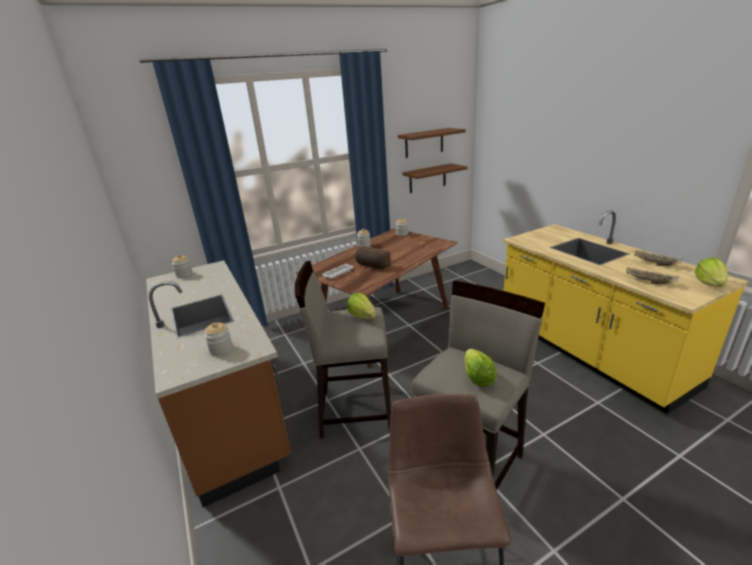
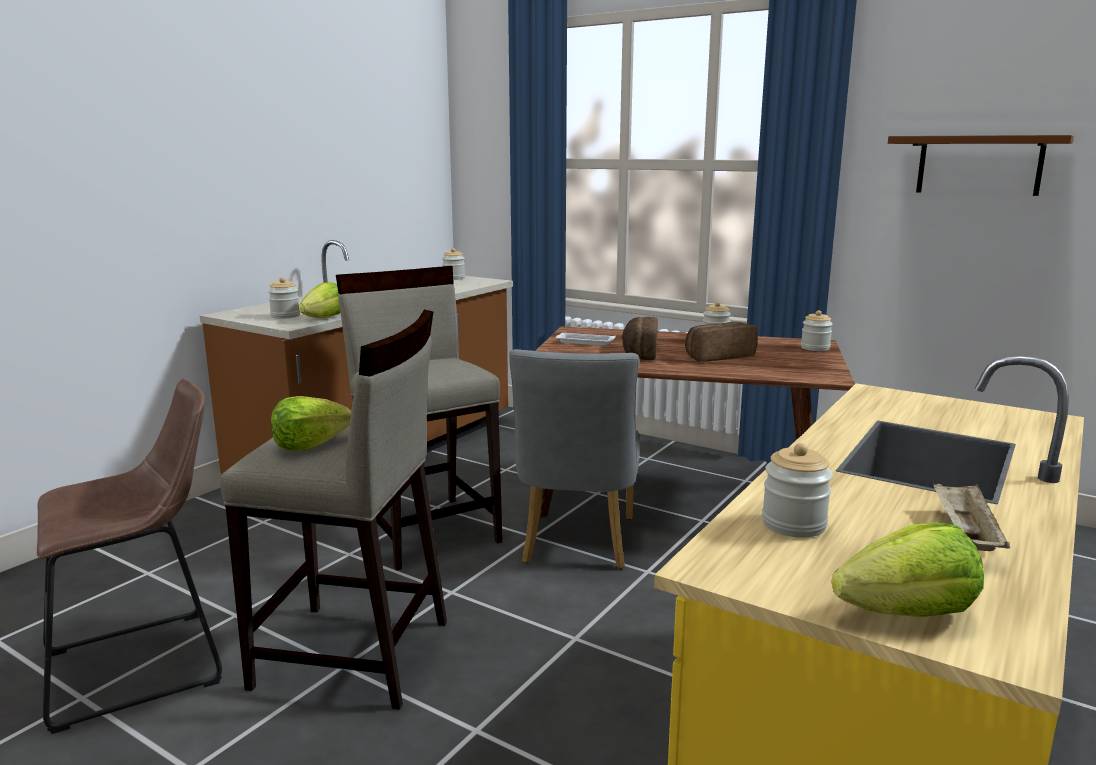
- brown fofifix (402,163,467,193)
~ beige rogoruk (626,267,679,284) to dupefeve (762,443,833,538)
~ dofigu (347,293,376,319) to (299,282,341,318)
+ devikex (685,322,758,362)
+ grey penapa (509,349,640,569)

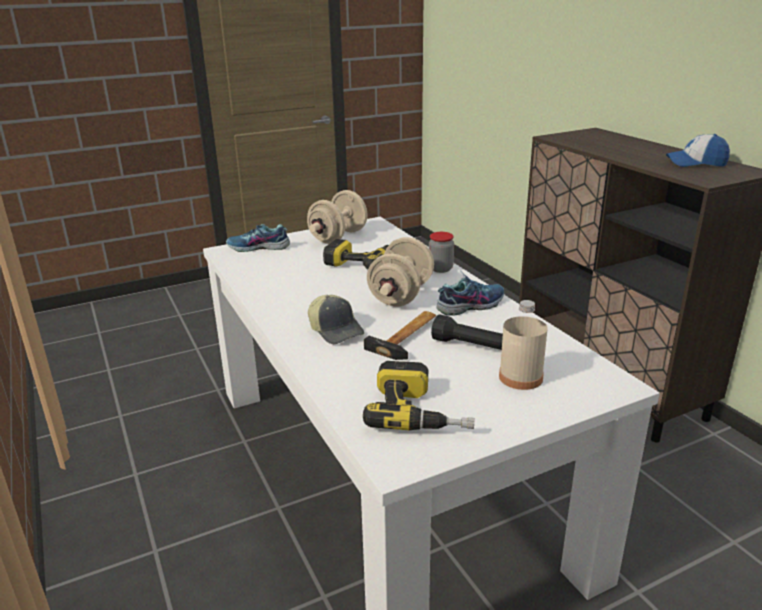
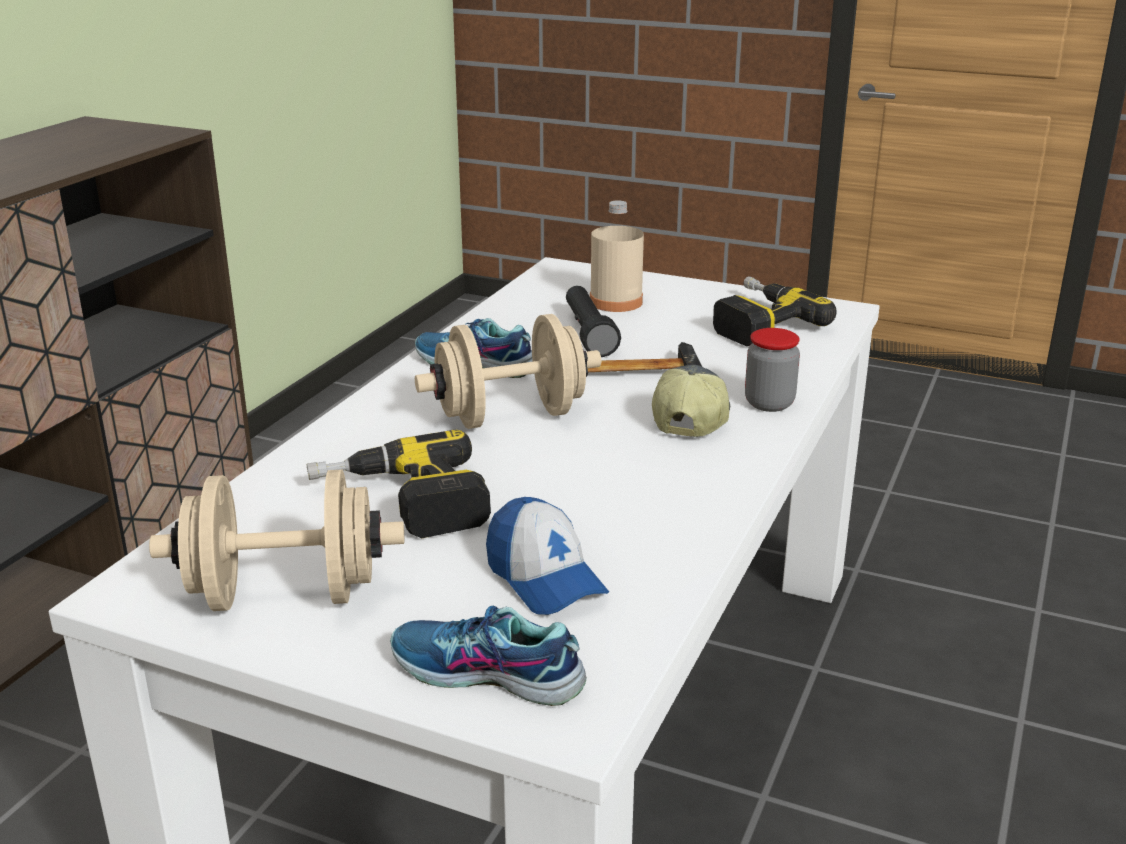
~ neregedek (666,134,730,167) to (486,497,609,615)
~ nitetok (226,224,290,252) = (390,606,586,706) 150 degrees clockwise
~ dupefeve (429,232,454,273) to (745,328,800,412)

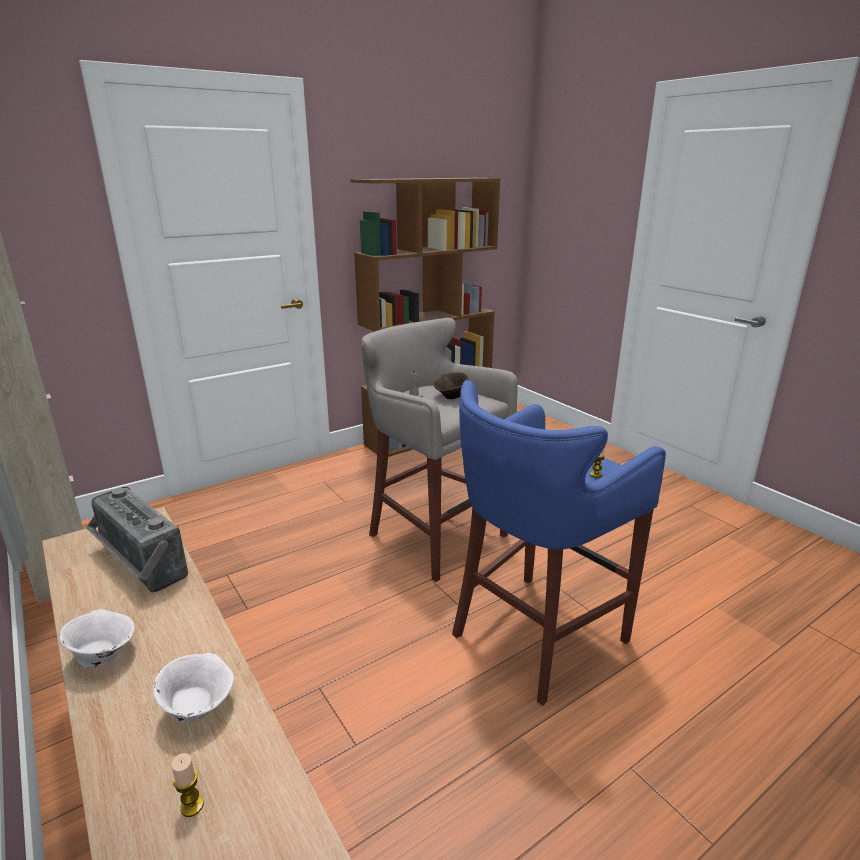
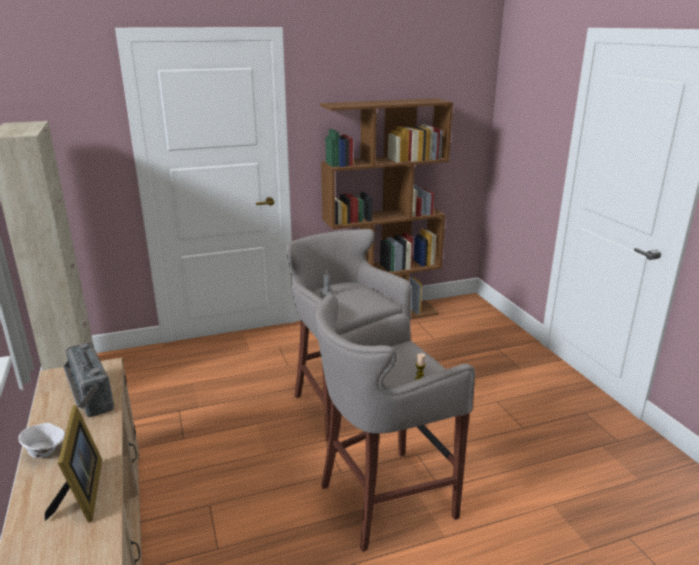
- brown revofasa (434,372,469,399)
~ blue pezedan (452,380,666,706) to grey pezedan (316,293,475,552)
~ white revofasa (153,653,234,723) to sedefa (45,405,102,523)
- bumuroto (171,753,204,817)

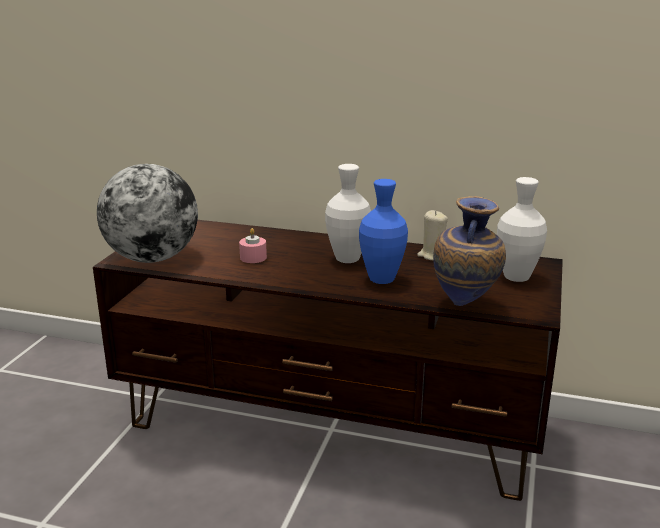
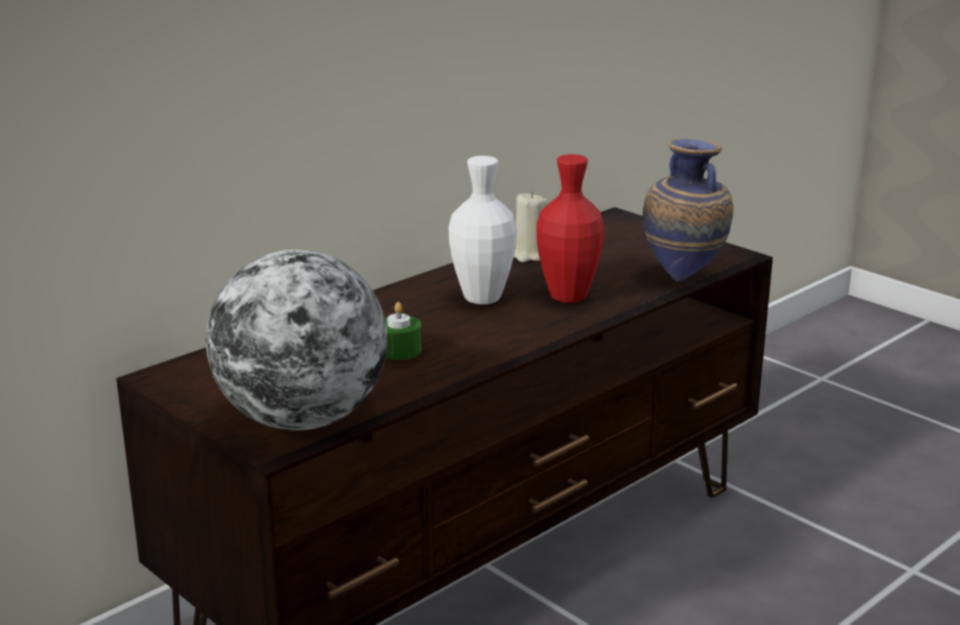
- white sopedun (497,177,547,282)
~ blue sopedun (359,179,408,284) to red sopedun (536,154,605,303)
~ pink bumuroto (239,228,267,263) to green bumuroto (385,302,421,360)

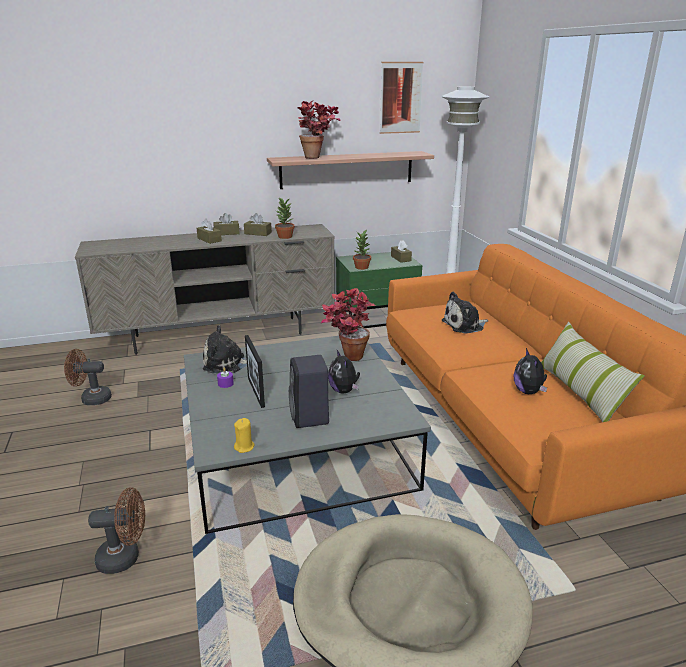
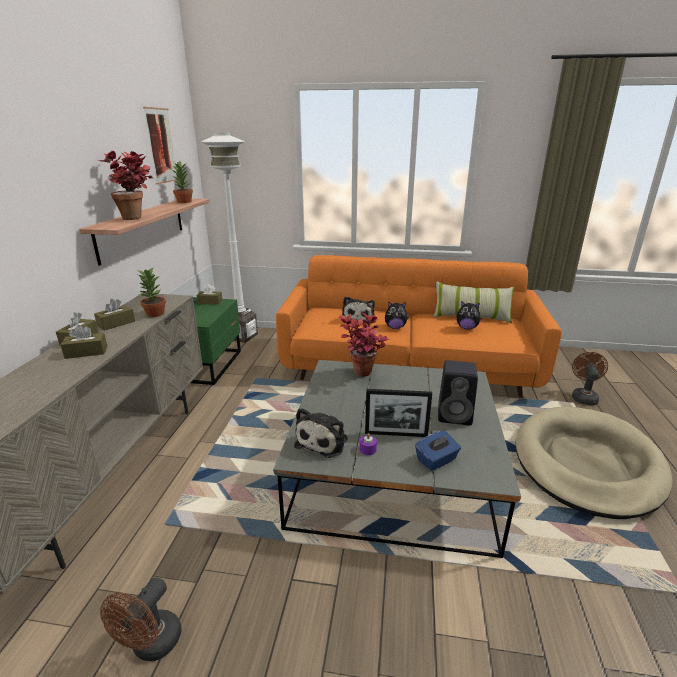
~ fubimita (353,230,371,270) to (172,161,193,203)
~ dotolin (328,350,360,394) to (385,301,409,329)
- yellow bumuroto (234,418,255,453)
~ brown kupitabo (88,487,145,574) to (572,352,608,405)
+ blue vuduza (415,431,461,471)

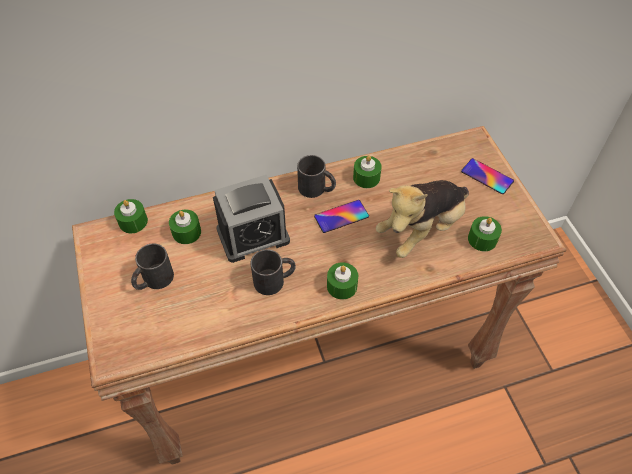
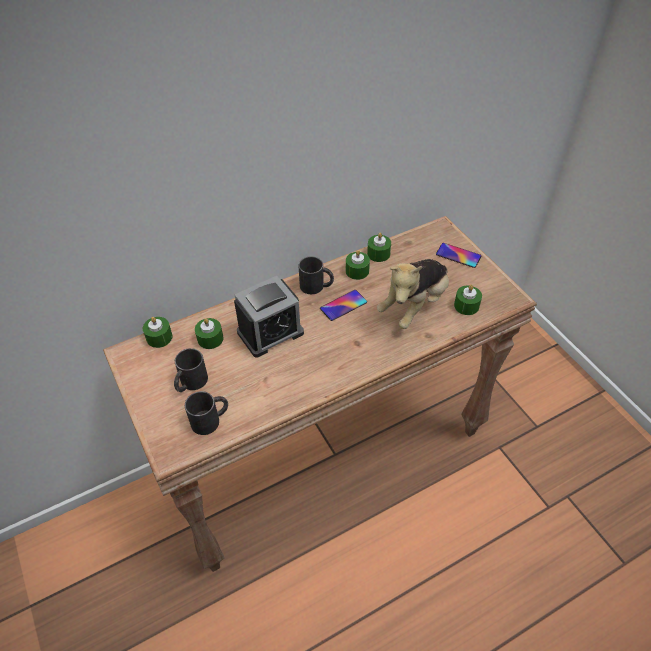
~ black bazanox (250,249,296,295) to (185,391,228,435)
~ green bumuroto (327,262,358,300) to (367,233,391,262)

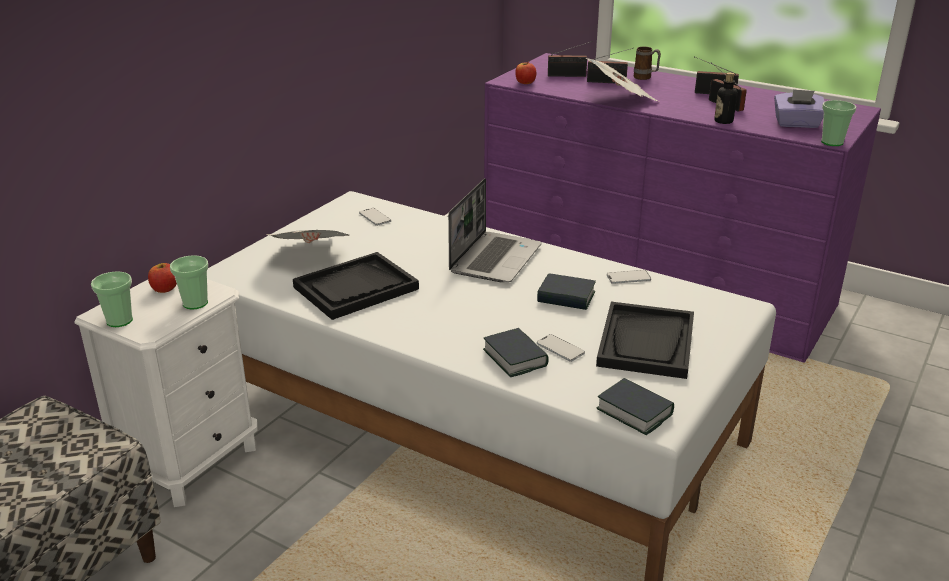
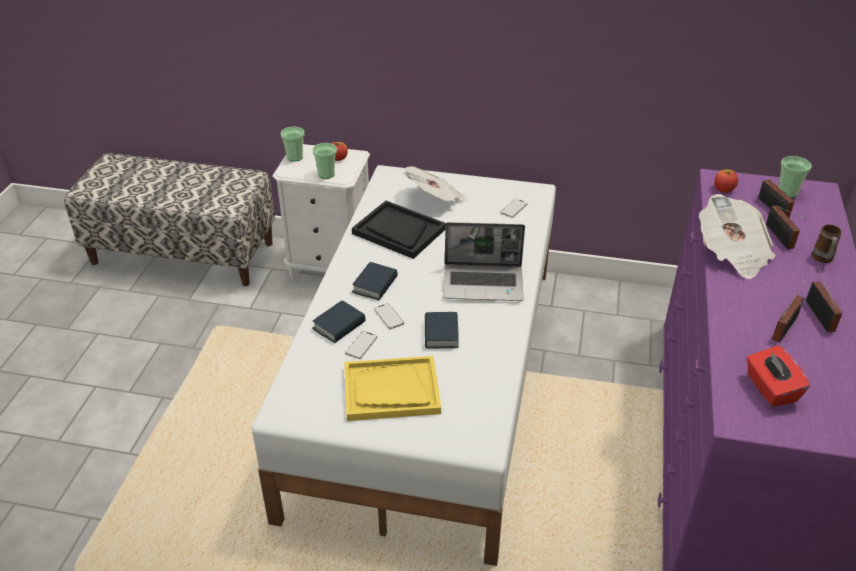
- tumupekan (714,72,737,124)
~ purple vuduza (774,89,825,128) to red vuduza (747,345,810,407)
~ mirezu (821,100,856,146) to (778,156,812,198)
~ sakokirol (607,270,651,284) to (374,303,404,329)
~ black rogoruk (596,302,694,379) to yellow rogoruk (344,356,441,421)
~ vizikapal (597,378,674,435) to (352,262,398,300)

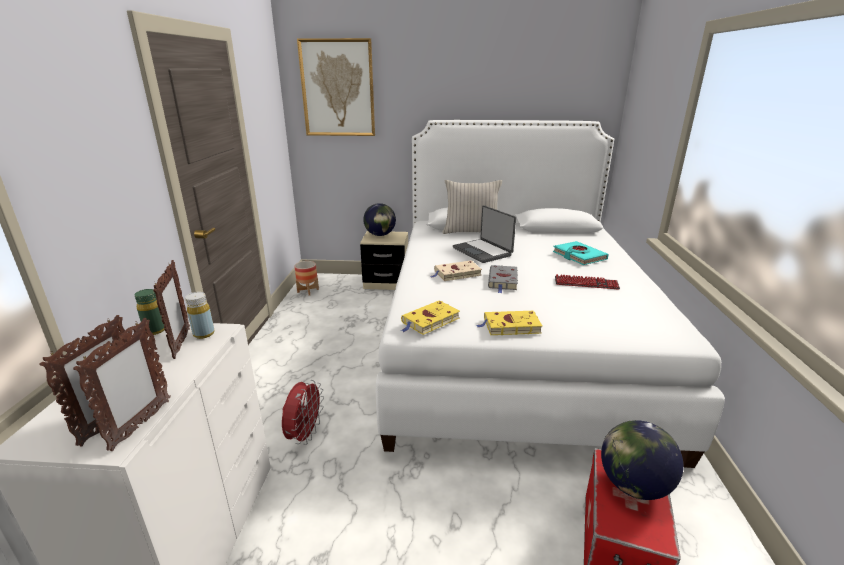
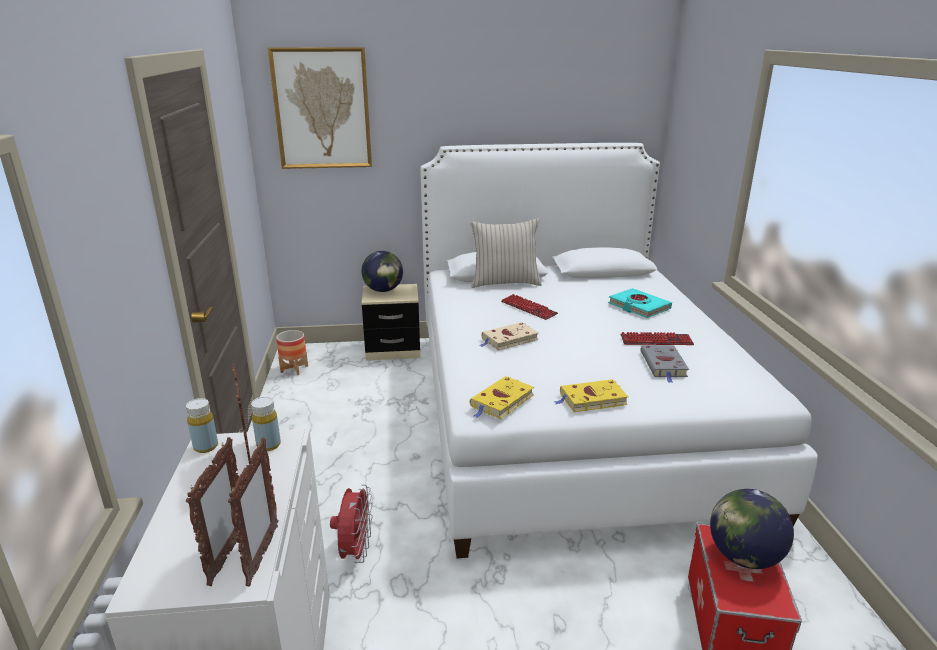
~ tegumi (453,205,516,263) to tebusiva (501,294,558,320)
~ grey vizikapal (488,265,518,293) to (640,345,689,383)
~ green tumupekan (135,289,164,335) to yellow tumupekan (186,398,218,453)

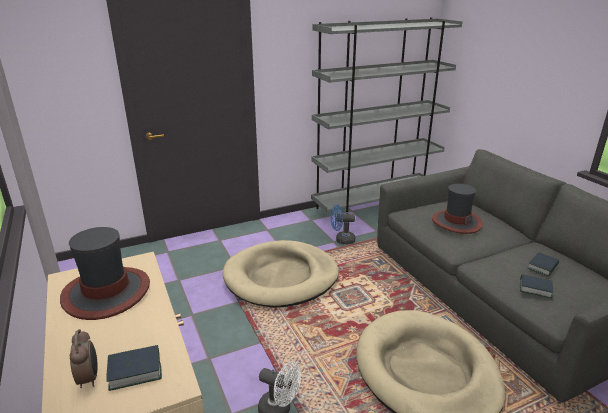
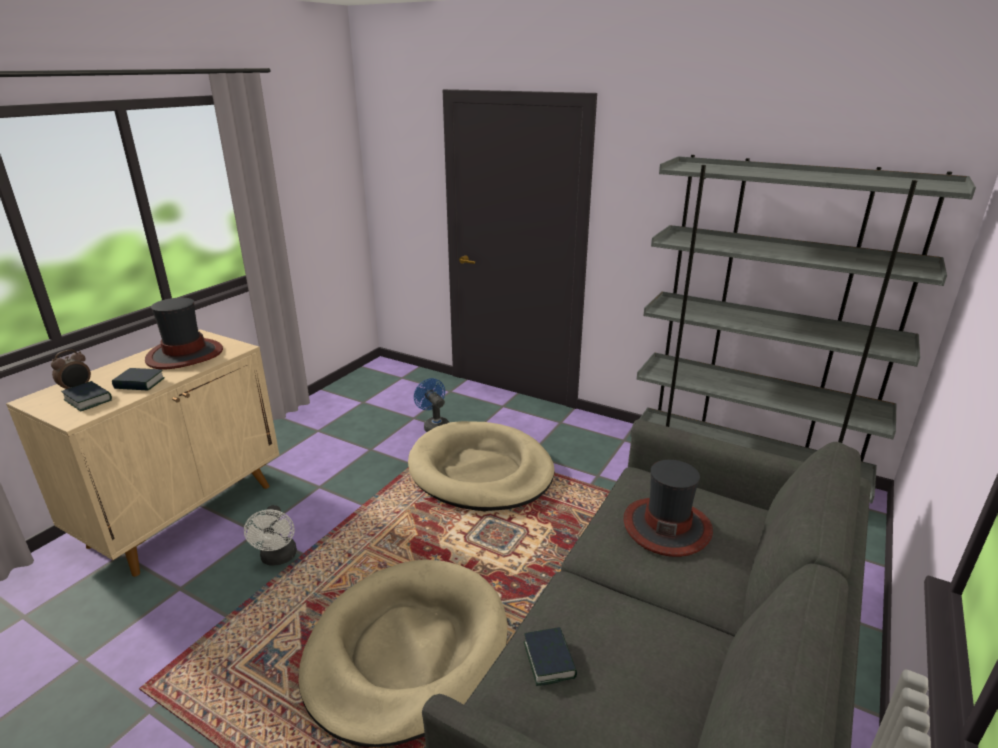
~ blue kupitabo (331,205,355,245) to (414,378,449,432)
~ vizikapal (527,252,559,277) to (112,368,165,391)

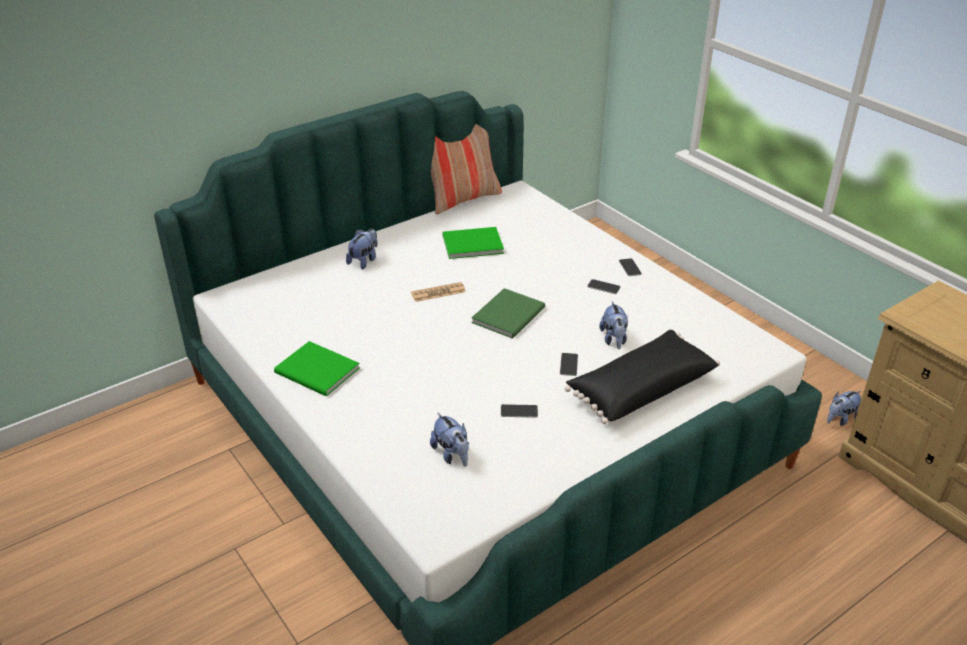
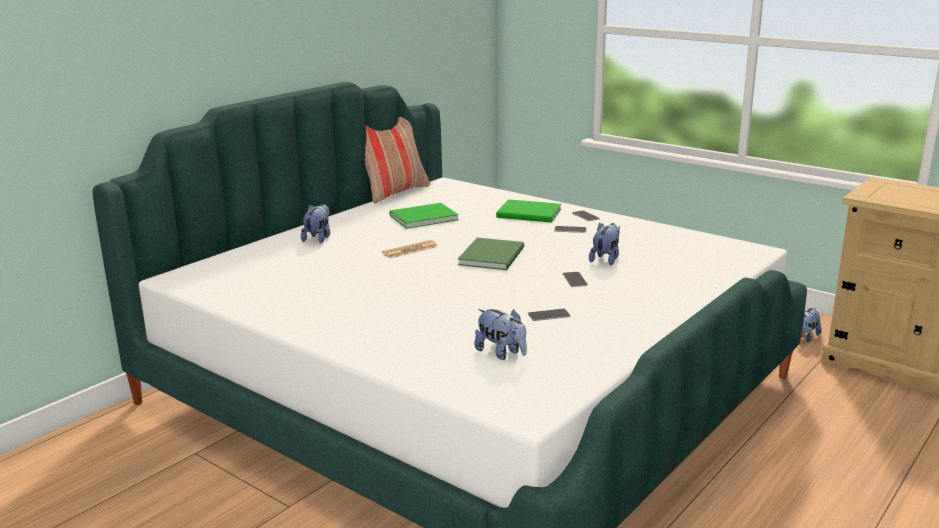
~ dotolin (599,301,628,349) = (589,223,620,265) 135 degrees counterclockwise
- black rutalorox (565,330,720,424)
~ green vizikapal (274,341,360,396) to (496,199,561,223)

